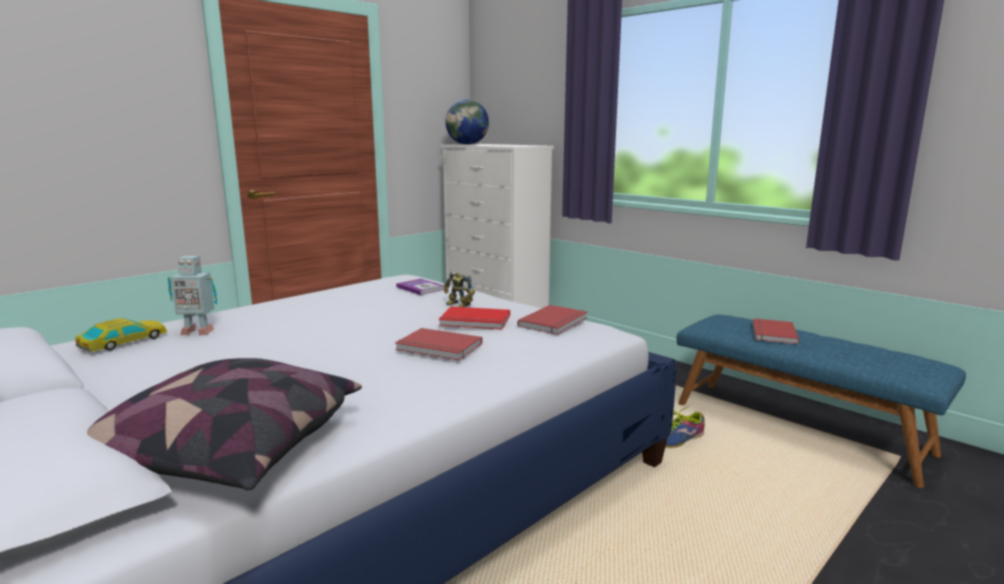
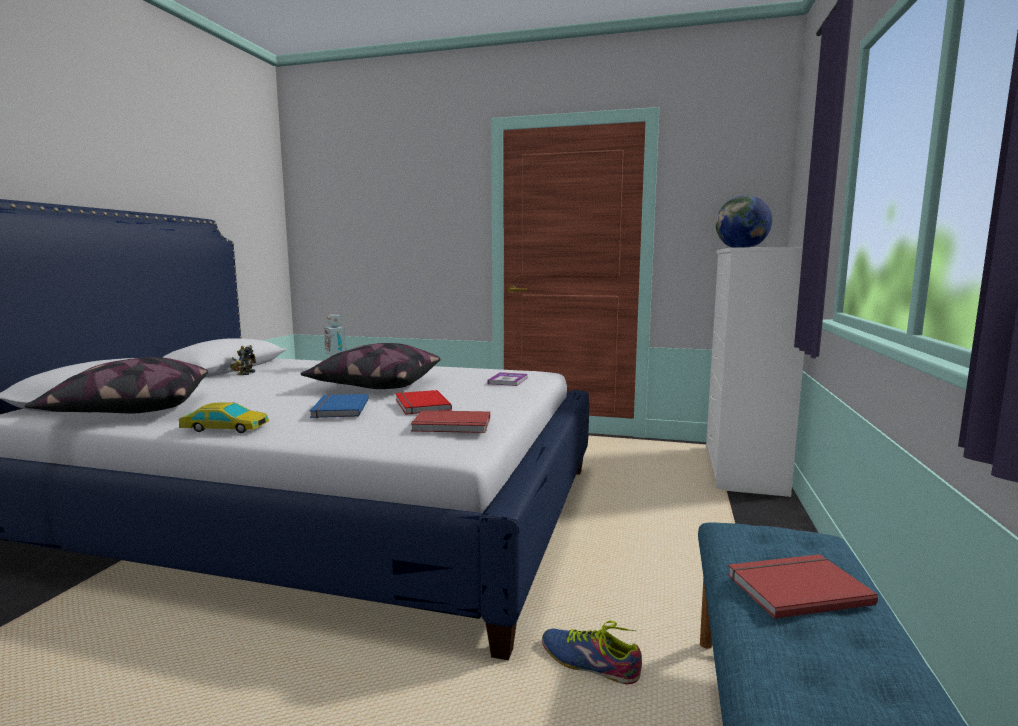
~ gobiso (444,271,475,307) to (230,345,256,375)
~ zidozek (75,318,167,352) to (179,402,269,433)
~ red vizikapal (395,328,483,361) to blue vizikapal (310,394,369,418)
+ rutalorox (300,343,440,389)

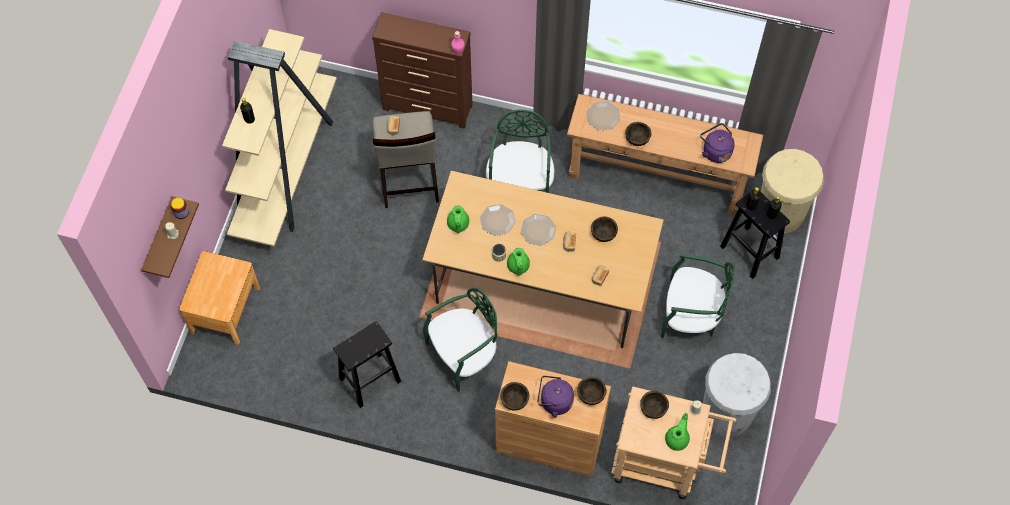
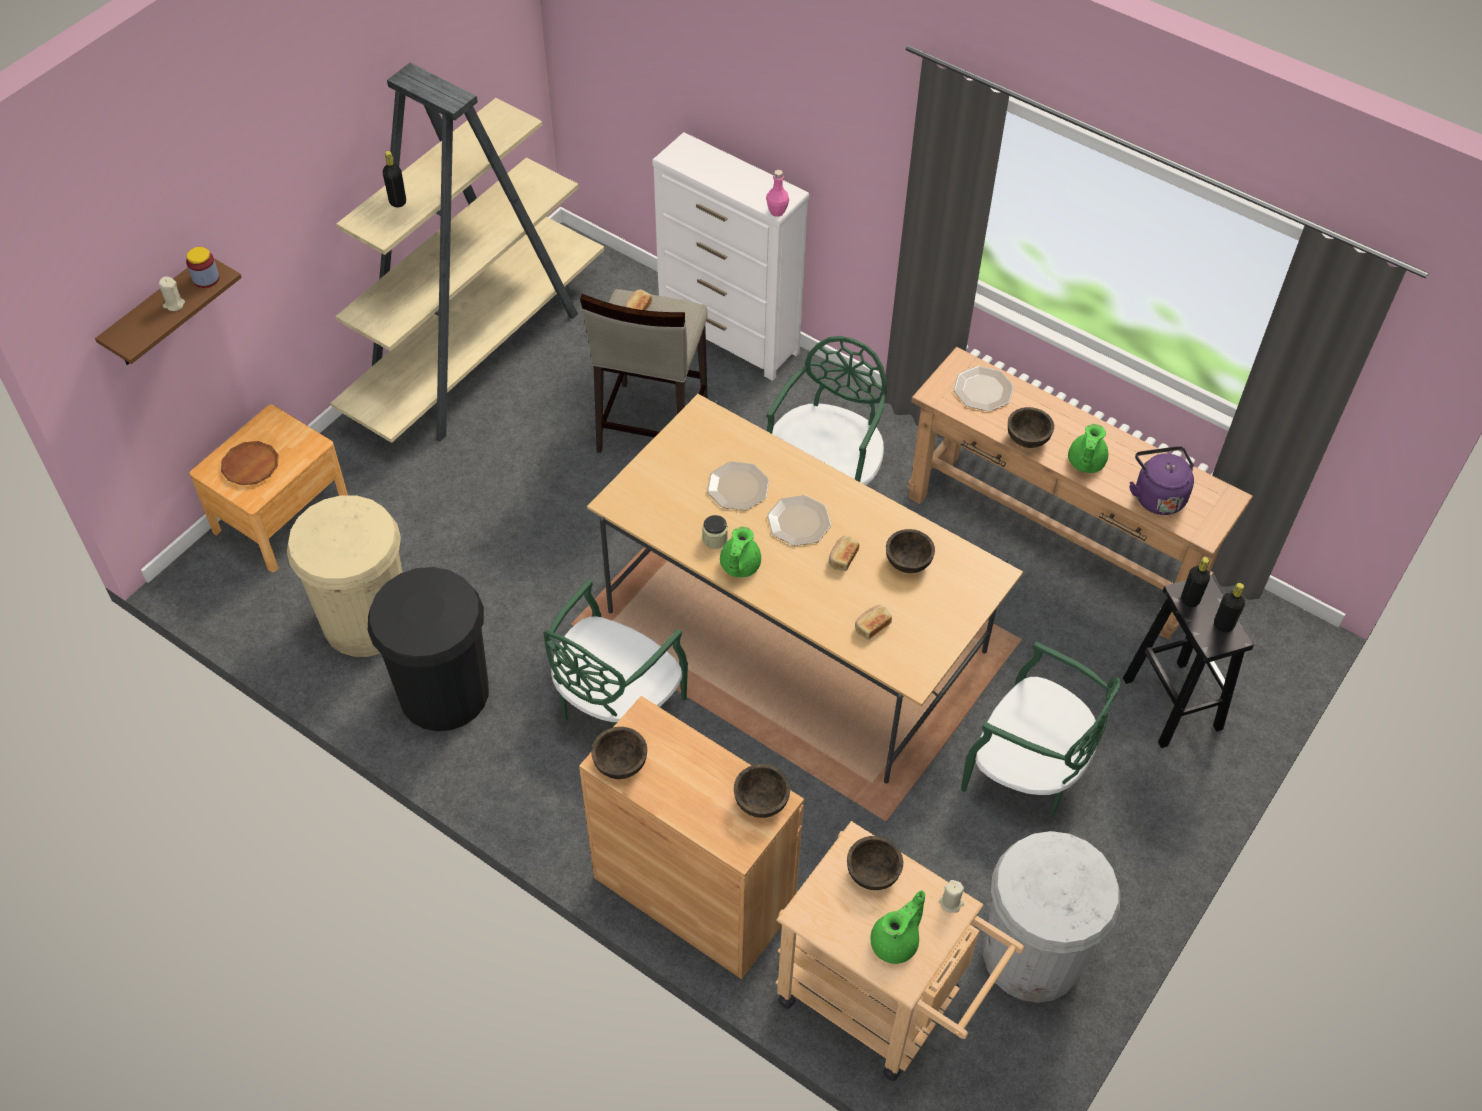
~ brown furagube (372,12,473,129) to white furagube (652,132,809,381)
~ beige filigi (761,149,824,233) to (287,495,403,657)
~ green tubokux (447,205,469,233) to (1068,424,1108,473)
~ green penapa (423,288,498,392) = (543,579,688,727) 135 degrees clockwise
~ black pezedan (333,321,401,408) to black filigi (368,567,489,731)
- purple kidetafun (538,376,574,418)
+ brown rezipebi (221,441,278,485)

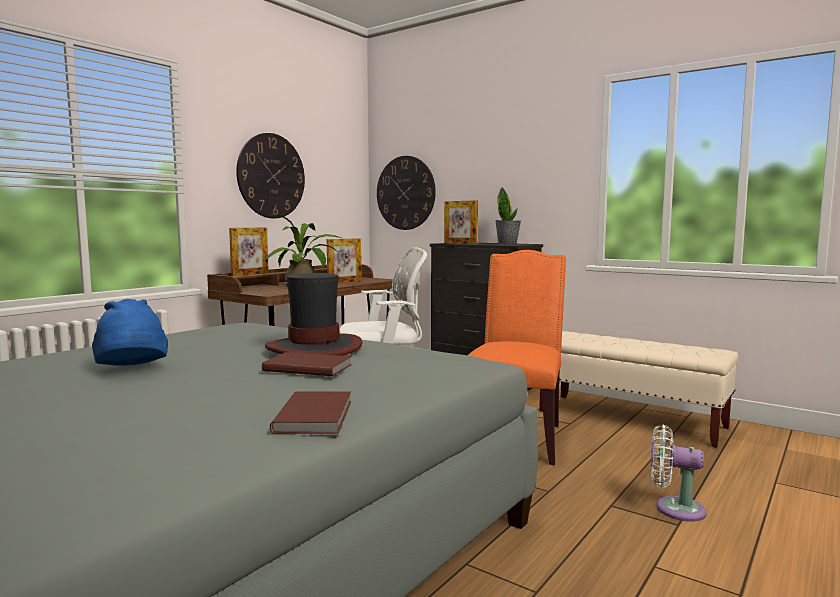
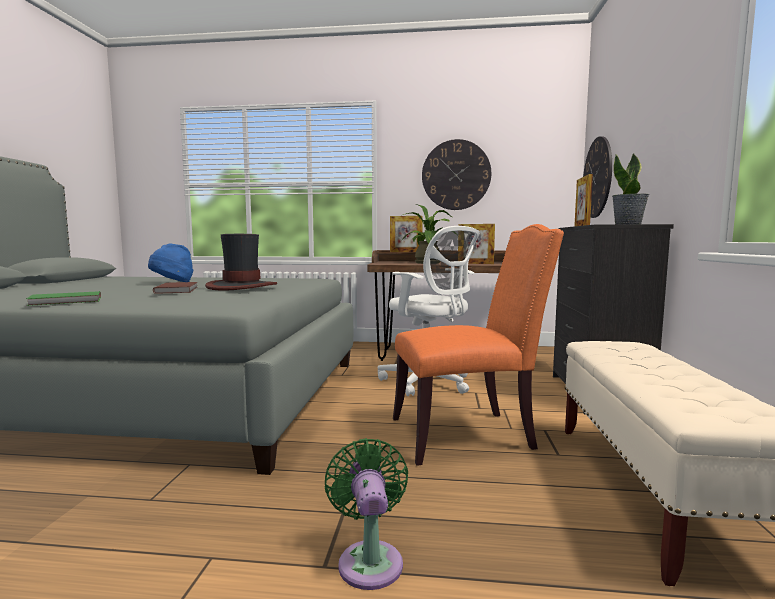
~ brown vizikapal (270,391,351,434) to green vizikapal (26,291,101,306)
~ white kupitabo (651,424,707,522) to green kupitabo (325,438,408,590)

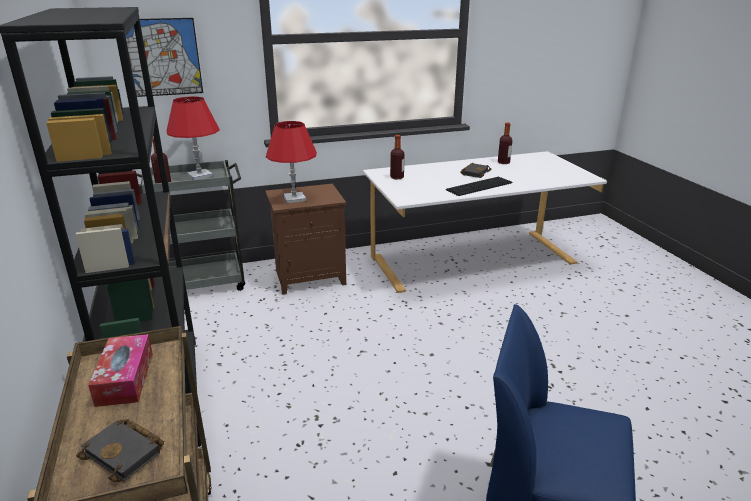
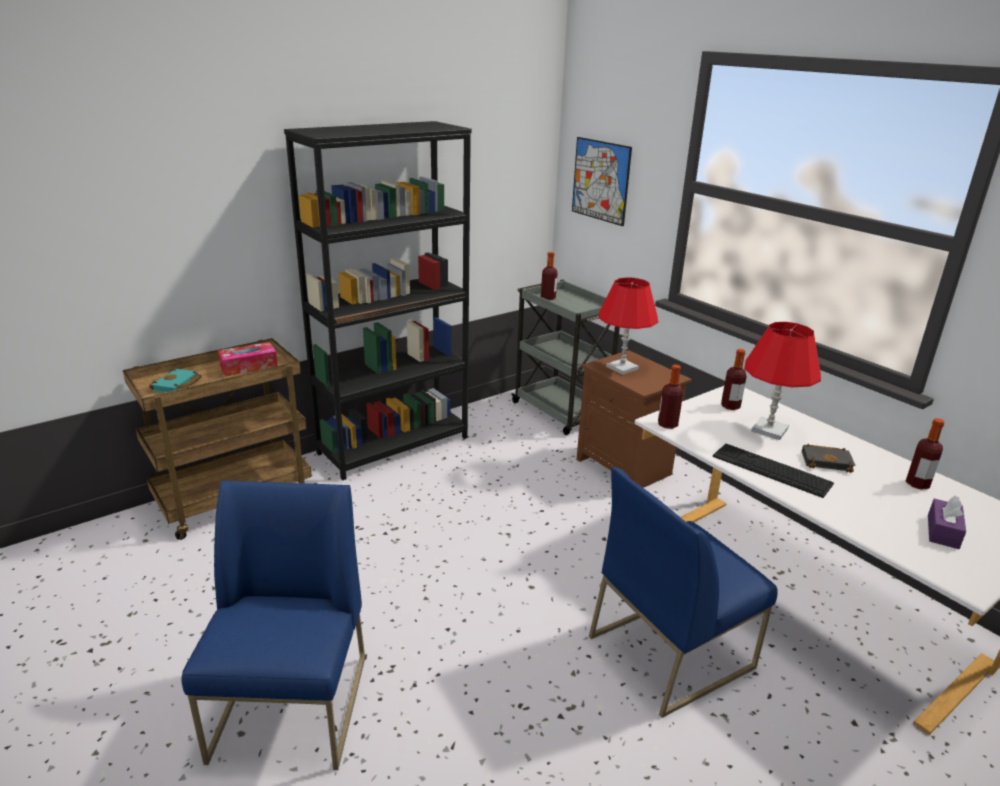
~ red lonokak (167,96,220,180) to (744,322,821,440)
~ black vizikapal (76,419,164,482) to turquoise vizikapal (149,368,202,393)
+ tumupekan (658,364,683,429)
+ blue penapa (589,467,778,718)
+ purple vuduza (928,495,966,549)

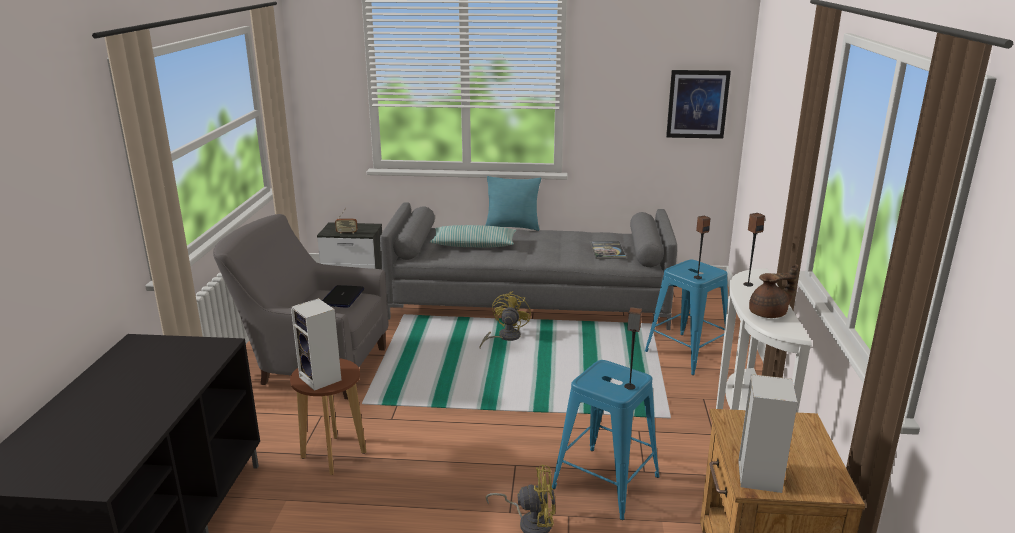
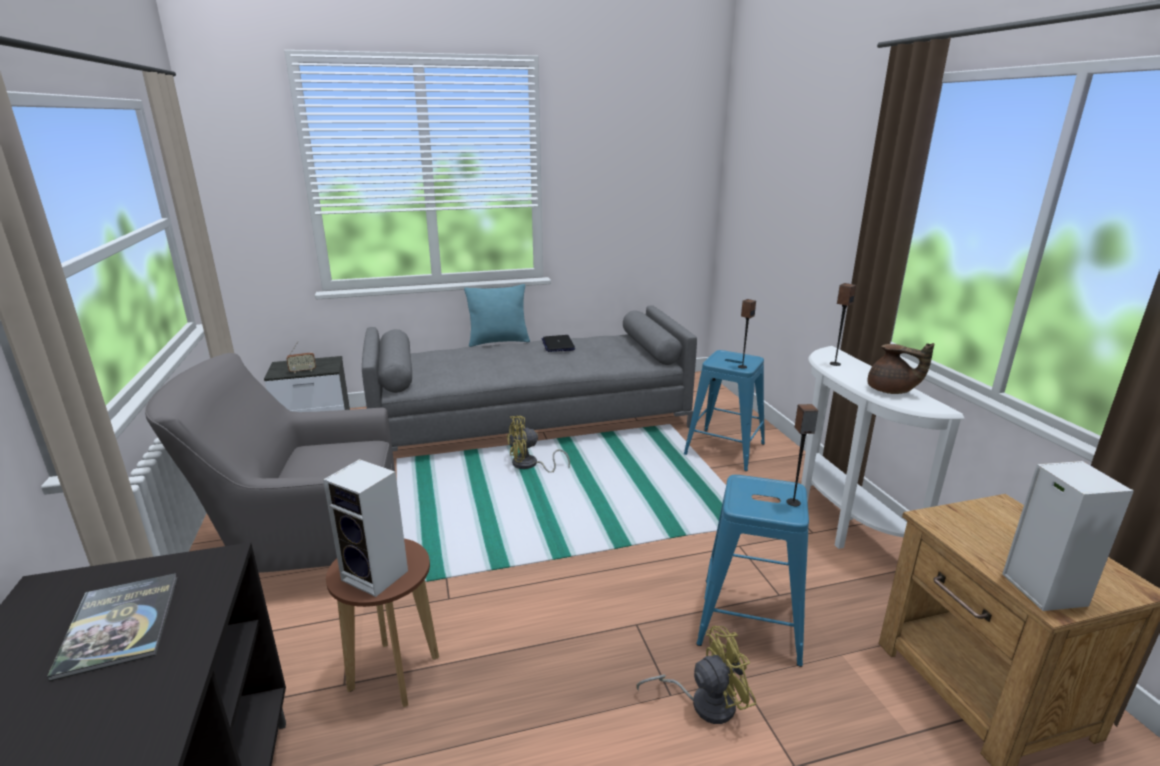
- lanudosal (666,70,731,139)
- rutalorox (430,225,516,248)
~ vizikapal (591,241,626,259) to (47,573,177,681)
~ brown tubokux (749,264,798,318) = (867,343,934,394) 75 degrees clockwise
~ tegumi (322,285,364,308) to (542,335,575,352)
~ yellow kupitabo (479,291,531,348) = (506,416,570,473) 105 degrees counterclockwise

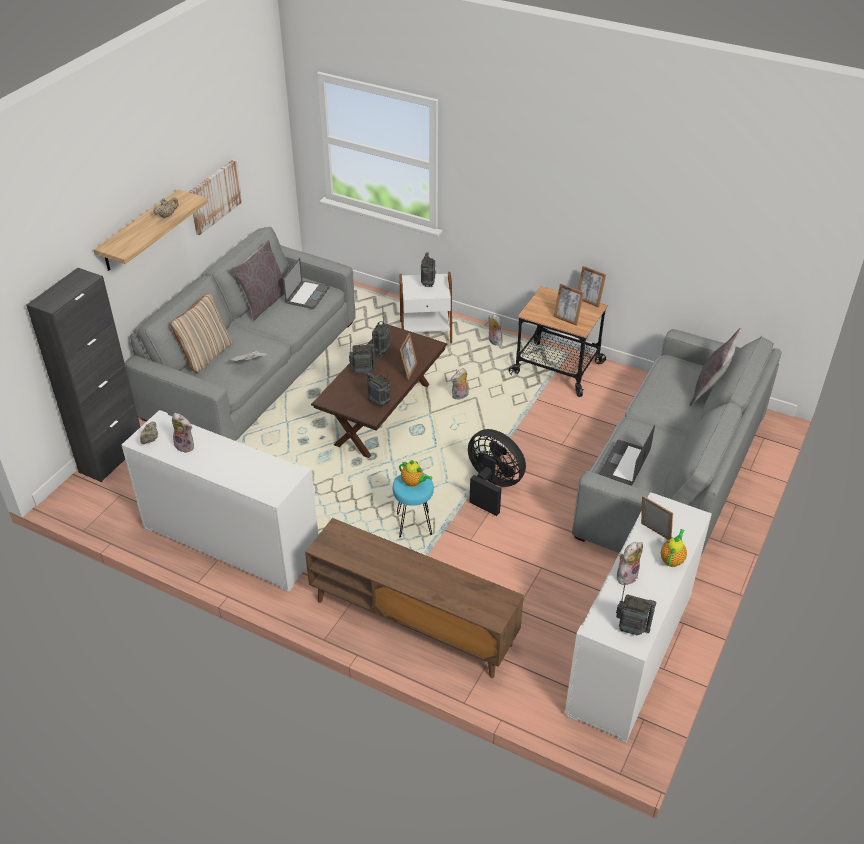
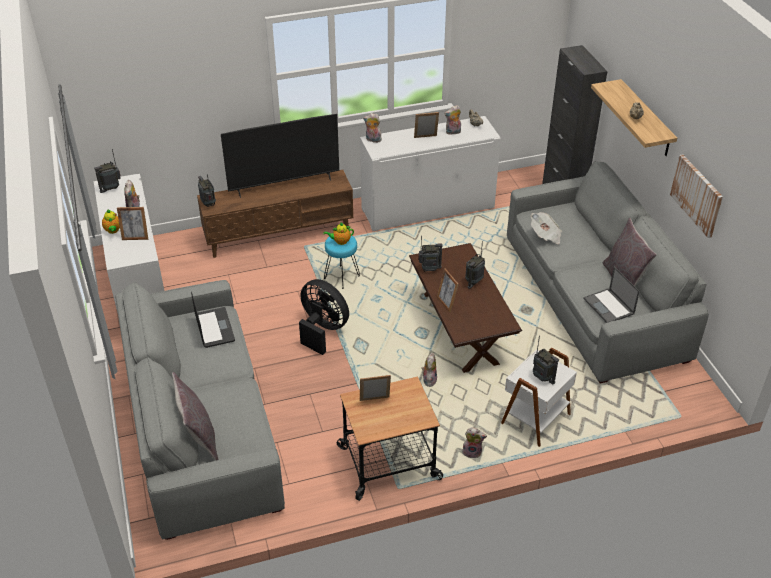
~ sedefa (578,266,606,308) to (414,112,439,138)
- beige rutalorox (170,293,233,373)
~ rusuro (372,307,390,359) to (198,174,216,207)
~ black kupitabo (468,429,526,516) = (299,279,349,355) 135 degrees counterclockwise
+ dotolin (363,113,382,143)
+ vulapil (221,114,339,198)

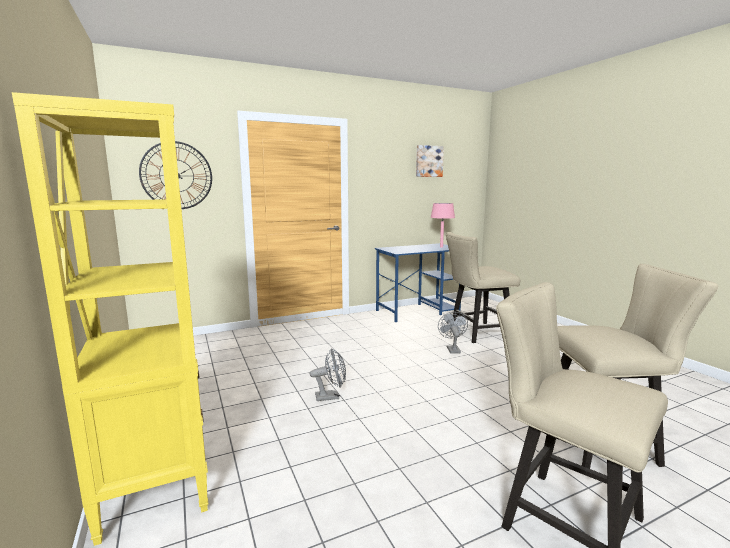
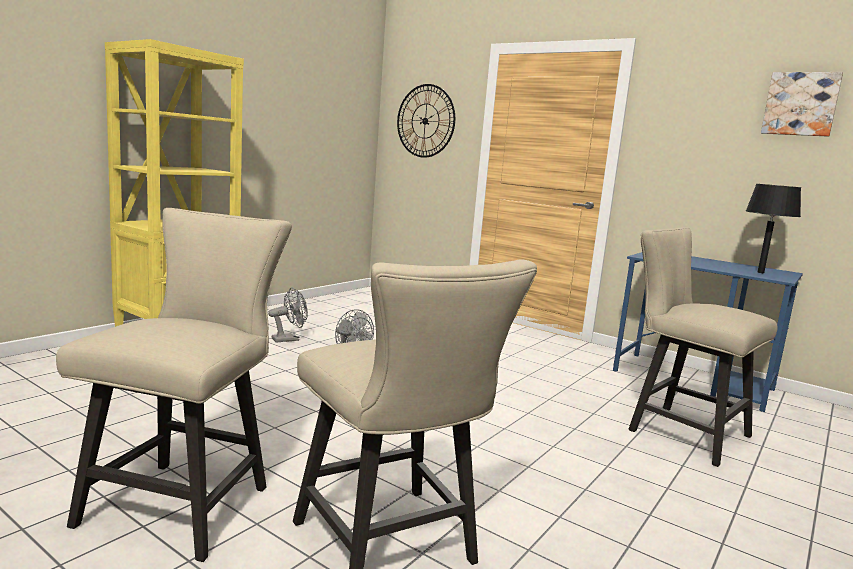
~ pink lonokak (430,203,455,248) to black lonokak (746,184,801,273)
~ grey kupitabo (438,312,468,353) to (268,287,308,343)

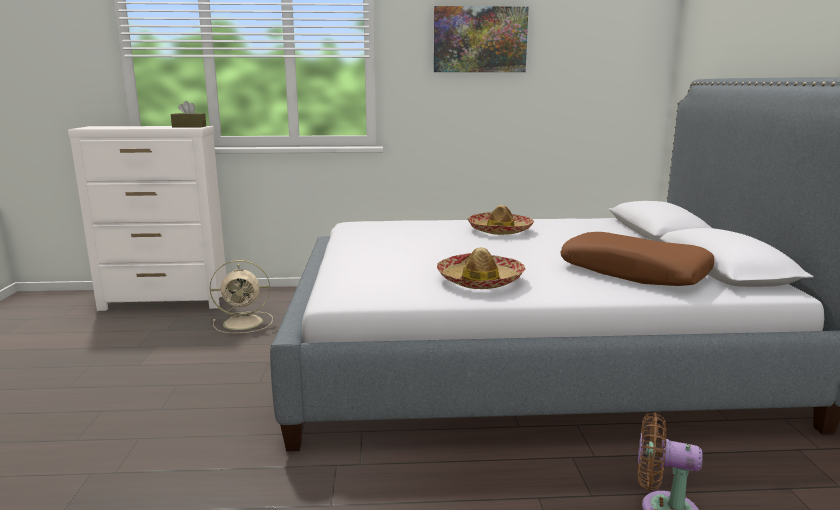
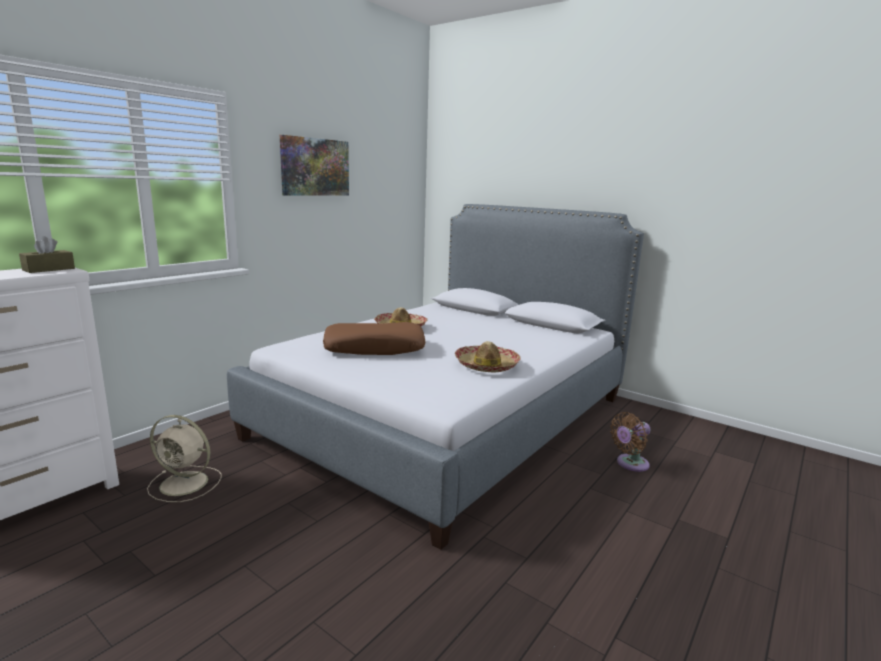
~ brown rutalorox (561,232,714,286) to (323,322,426,355)
~ beige kupitabo (210,260,273,334) = (147,415,221,502) 75 degrees clockwise

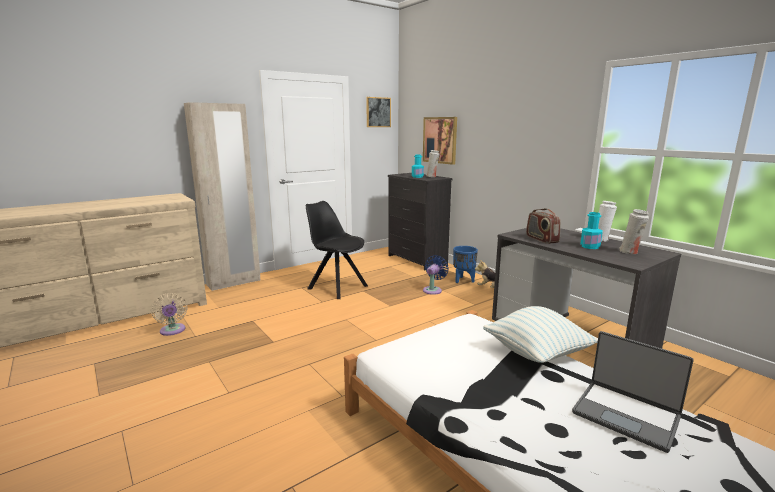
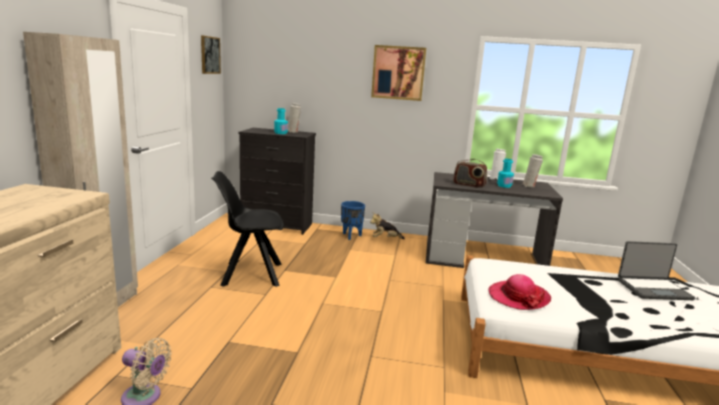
~ lanudosal (423,117,457,165) to (371,45,426,101)
- blue kupitabo (423,255,449,295)
- rutalorox (483,306,598,363)
+ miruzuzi (488,274,551,310)

